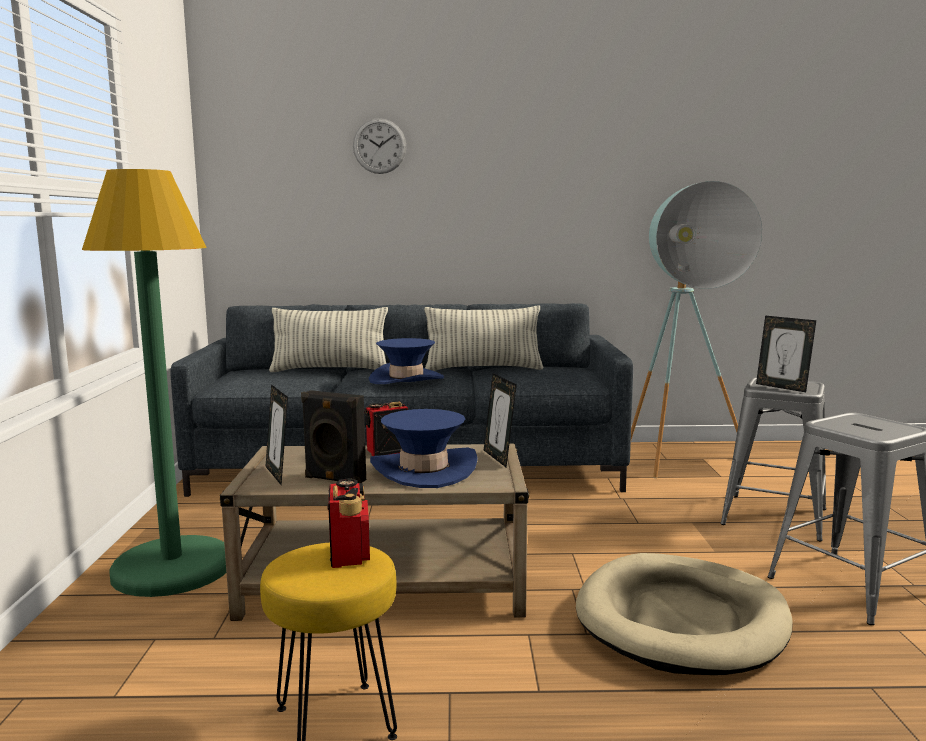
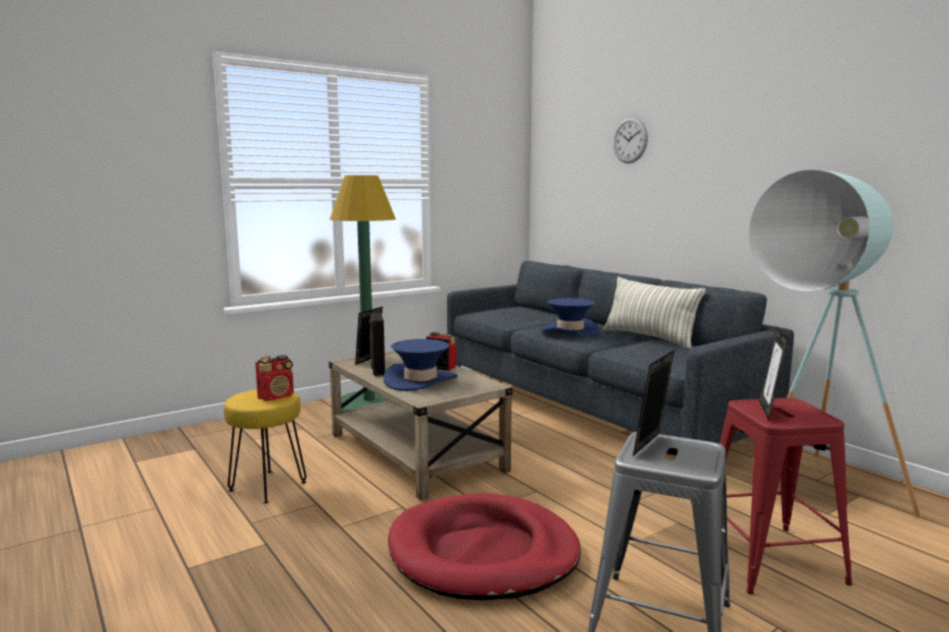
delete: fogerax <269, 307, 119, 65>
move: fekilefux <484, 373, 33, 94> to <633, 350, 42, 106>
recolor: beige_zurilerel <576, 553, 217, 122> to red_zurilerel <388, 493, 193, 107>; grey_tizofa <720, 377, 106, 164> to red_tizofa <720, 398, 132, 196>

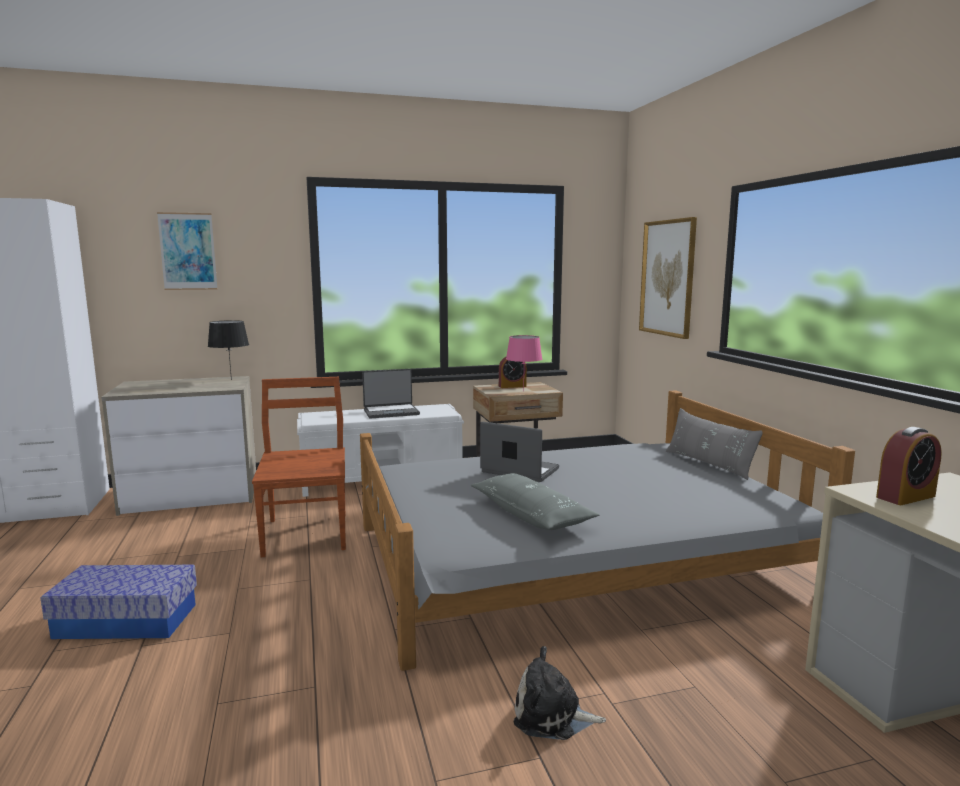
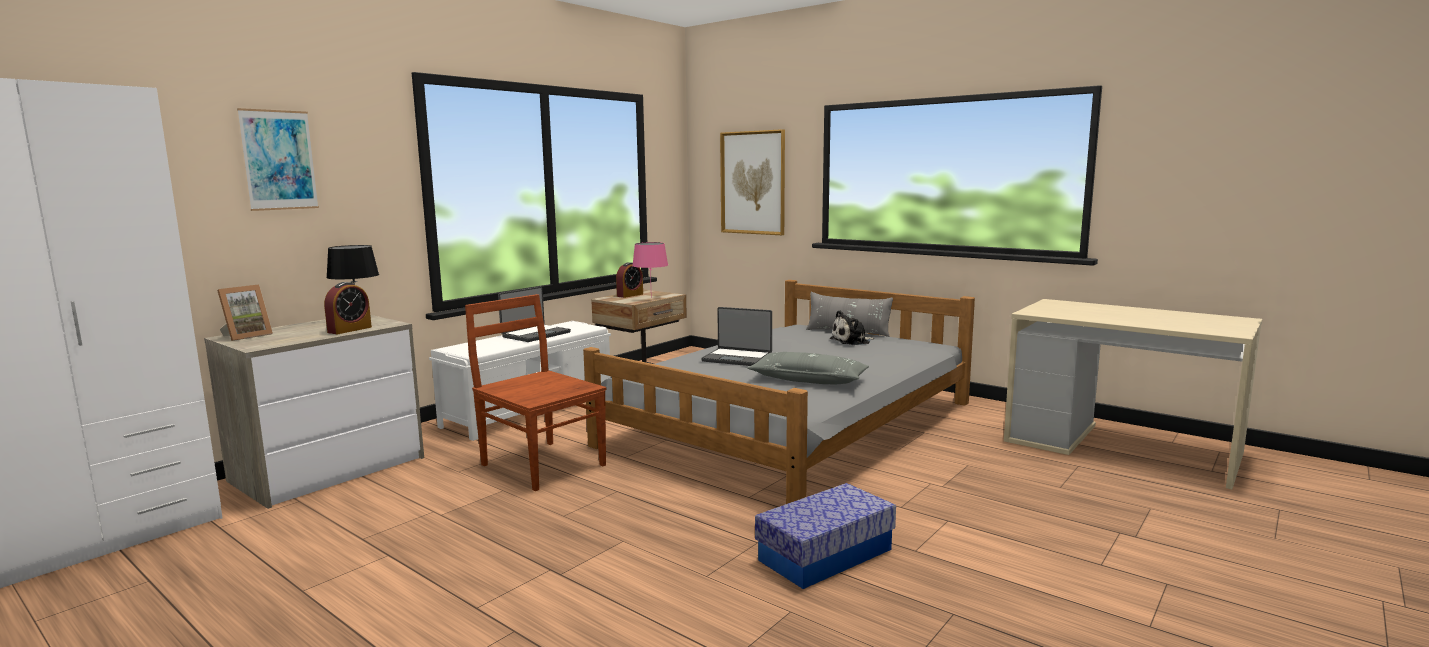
insert: fekilefux <217, 284, 56, 57>
move: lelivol <41, 565, 156, 74> to <755, 483, 141, 106>; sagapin <514, 646, 92, 94> to <830, 310, 44, 35>; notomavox <876, 427, 66, 78> to <324, 282, 48, 52>
rotate: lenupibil <480, 422, 79, 60> = <701, 307, 71, 59> 150 degrees counterclockwise

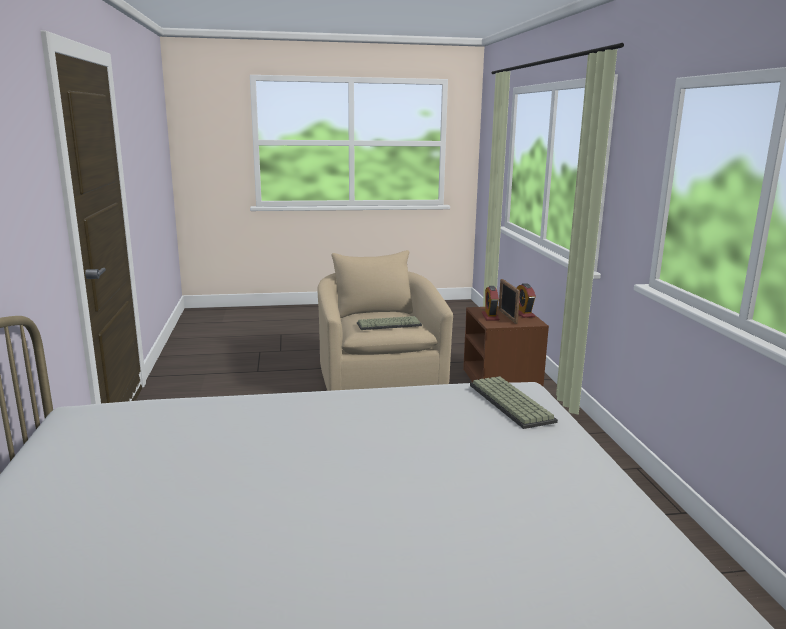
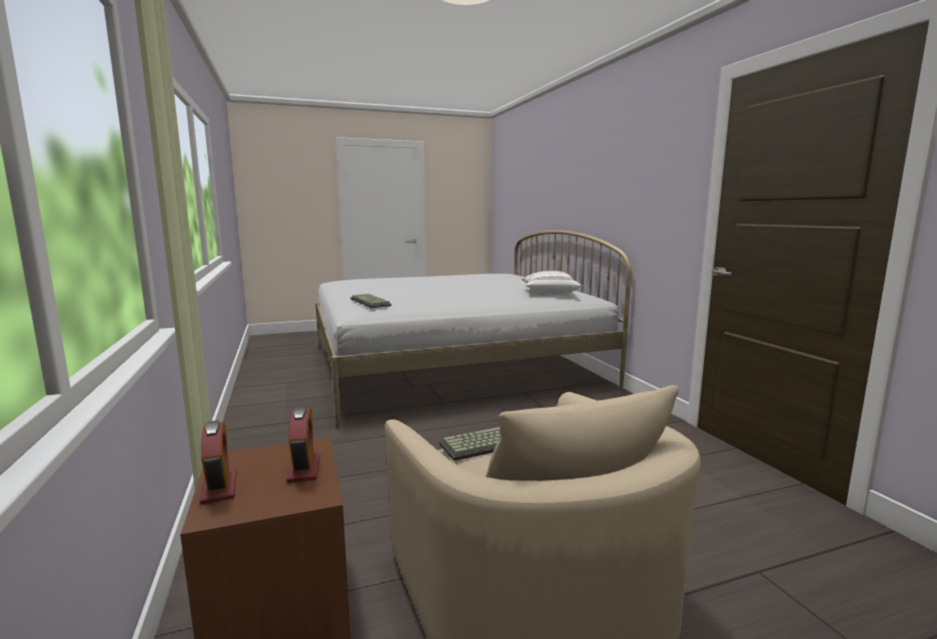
delete: fekilefux <498, 279, 22, 45>
insert: white_fogerax <521, 271, 60, 23>

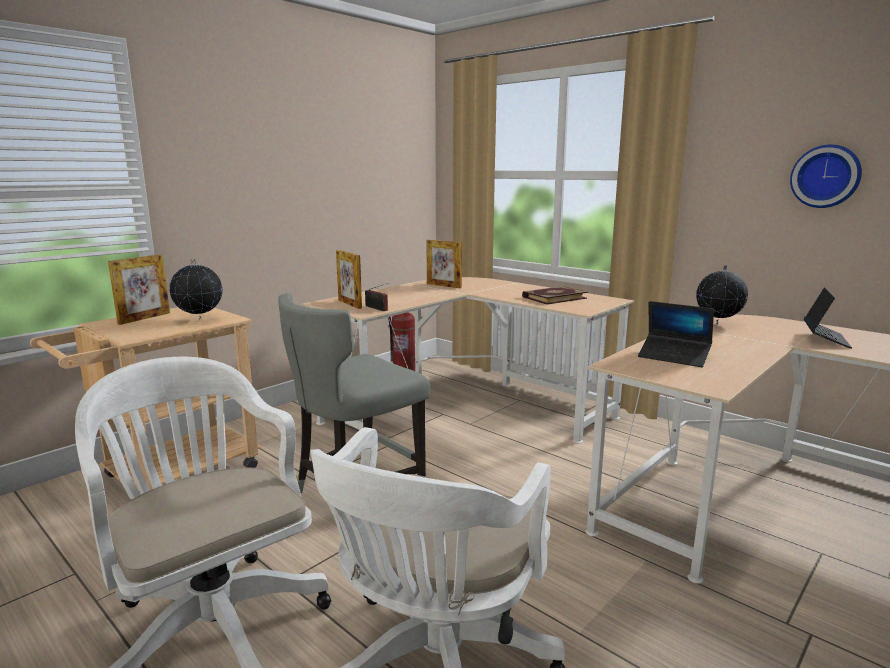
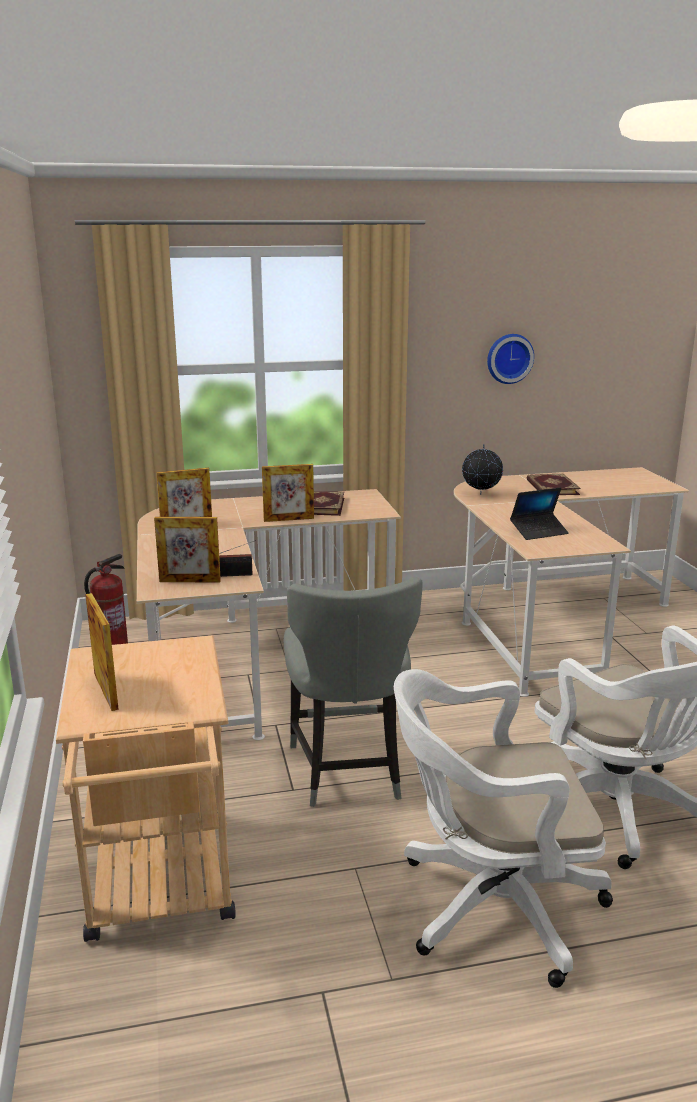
delete: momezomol <169, 259, 54, 61>
insert: fekilefux <262, 464, 52, 58>
replace: lenupibil <804, 287, 48, 62> to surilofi <527, 473, 54, 22>

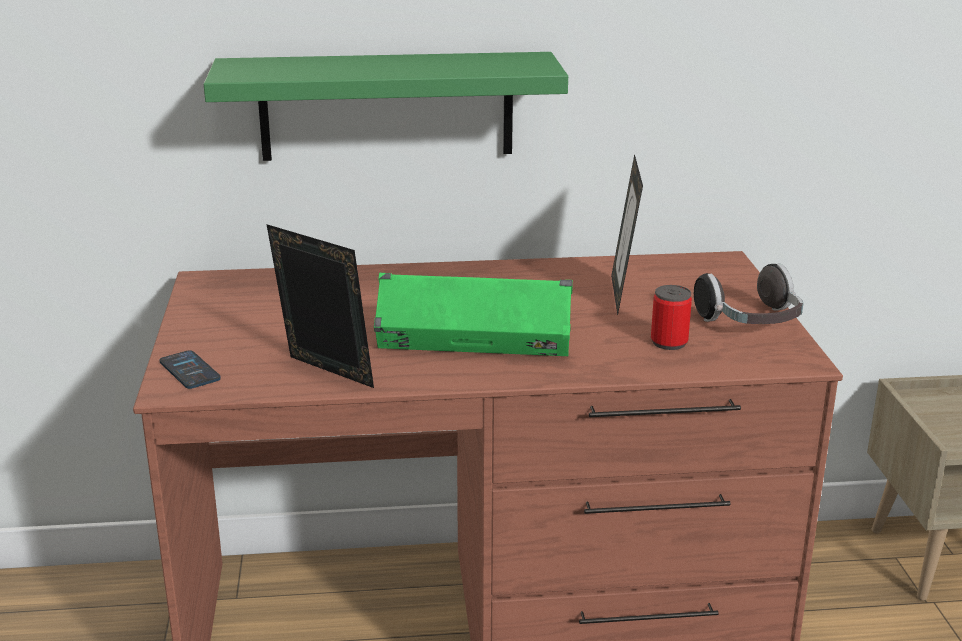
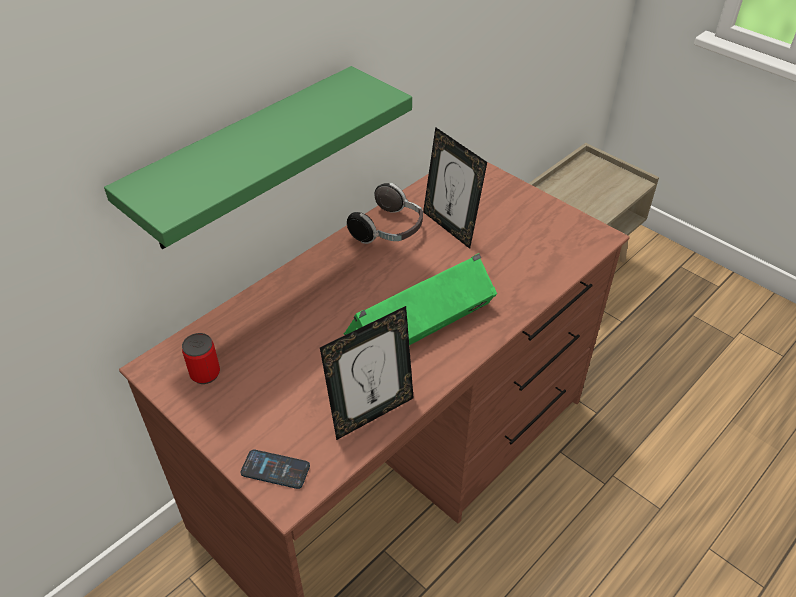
move: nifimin <651, 285, 41, 65> to <182, 333, 38, 51>; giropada <694, 263, 109, 61> to <347, 183, 76, 61>
rotate: fekilefux <266, 224, 108, 164> = <320, 306, 94, 134> 150 degrees clockwise

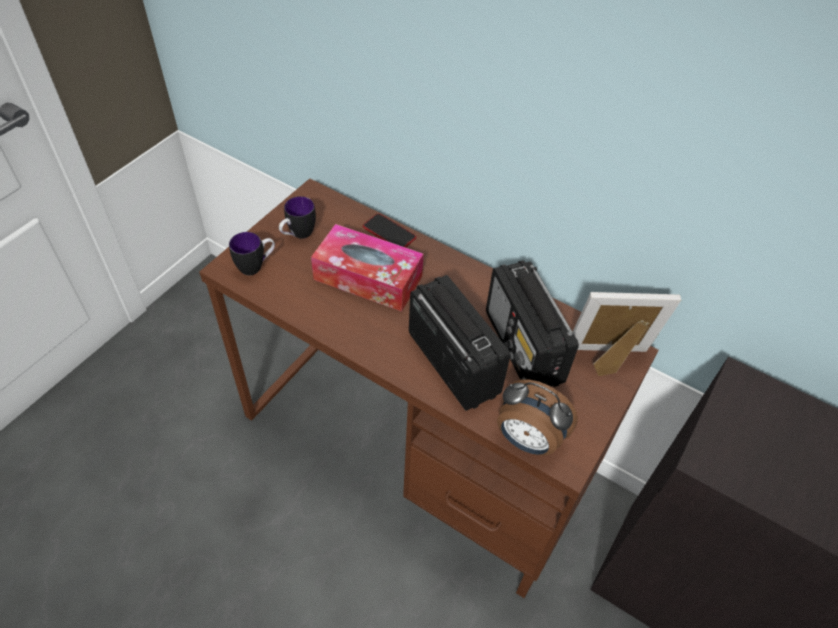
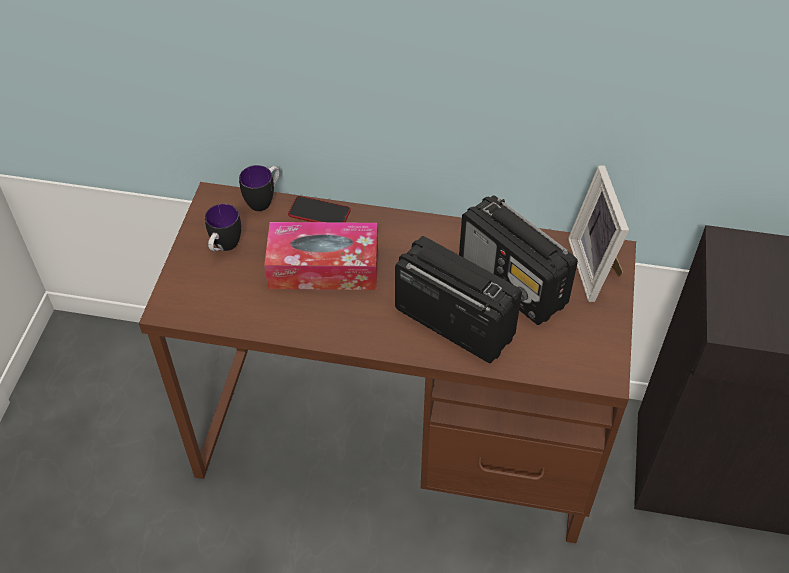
delete: notomavox <497, 380, 81, 76>
move: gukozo <229, 232, 46, 43> to <239, 165, 41, 46>
rotate: fekilefux <573, 292, 108, 84> = <568, 165, 61, 137> 75 degrees counterclockwise

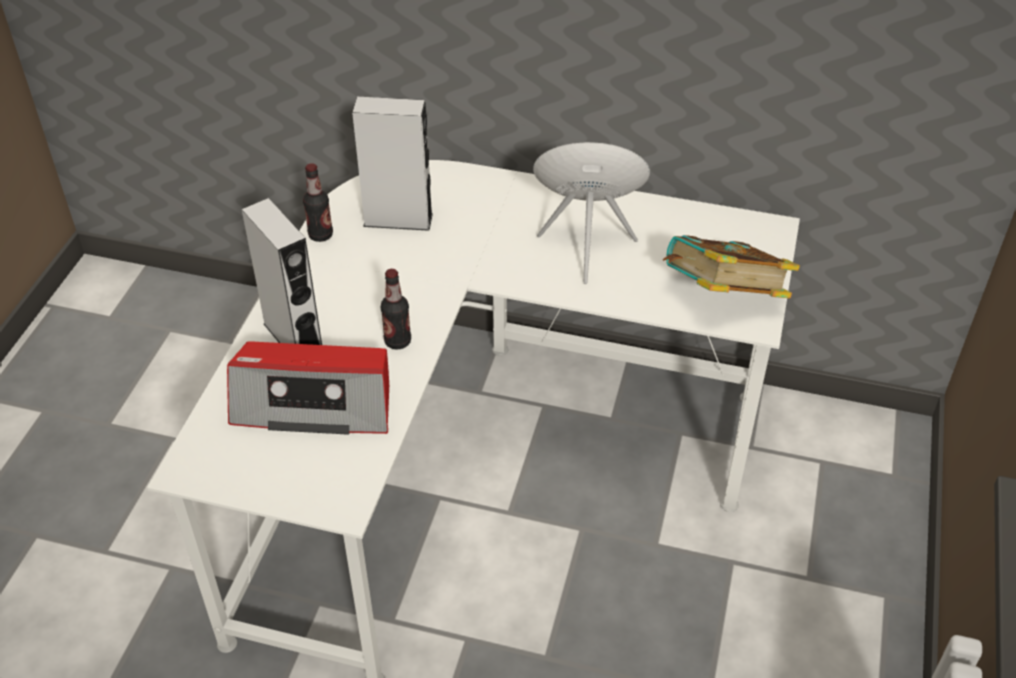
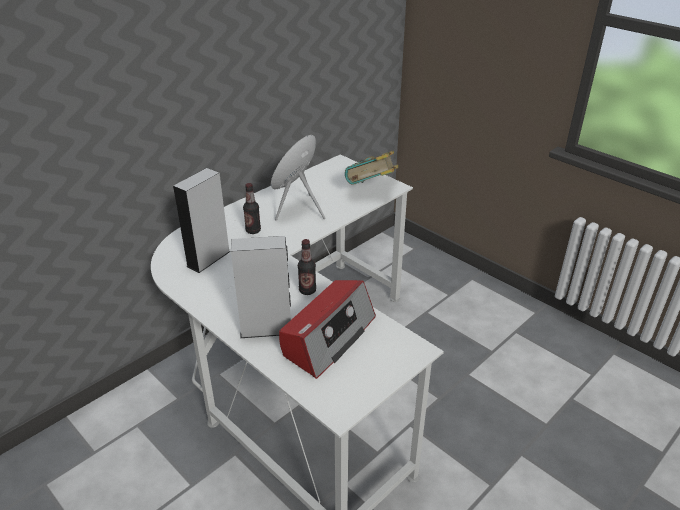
move: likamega <303, 163, 30, 79> to <243, 183, 18, 51>

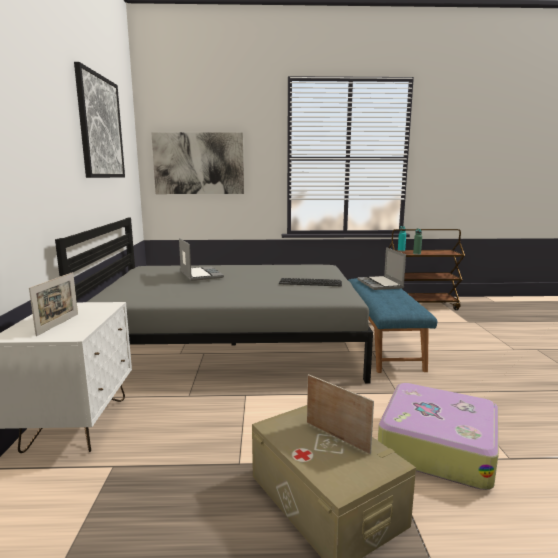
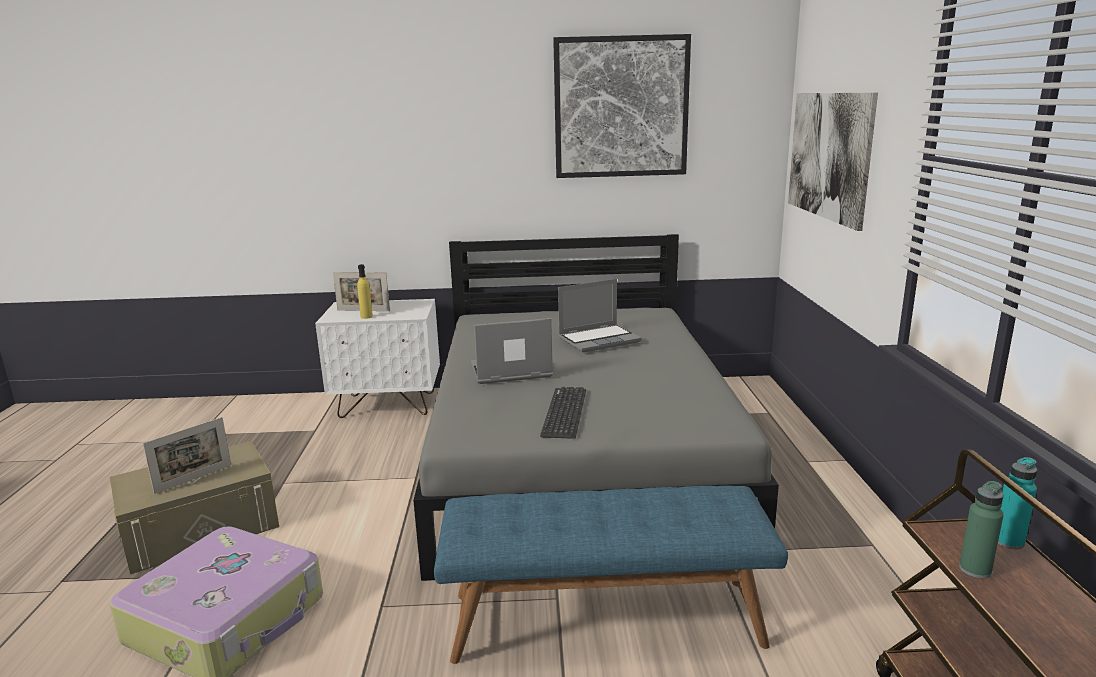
insert: yellow_likamega <357, 264, 16, 55>
move: lenupibil <357, 247, 49, 43> to <471, 318, 82, 66>

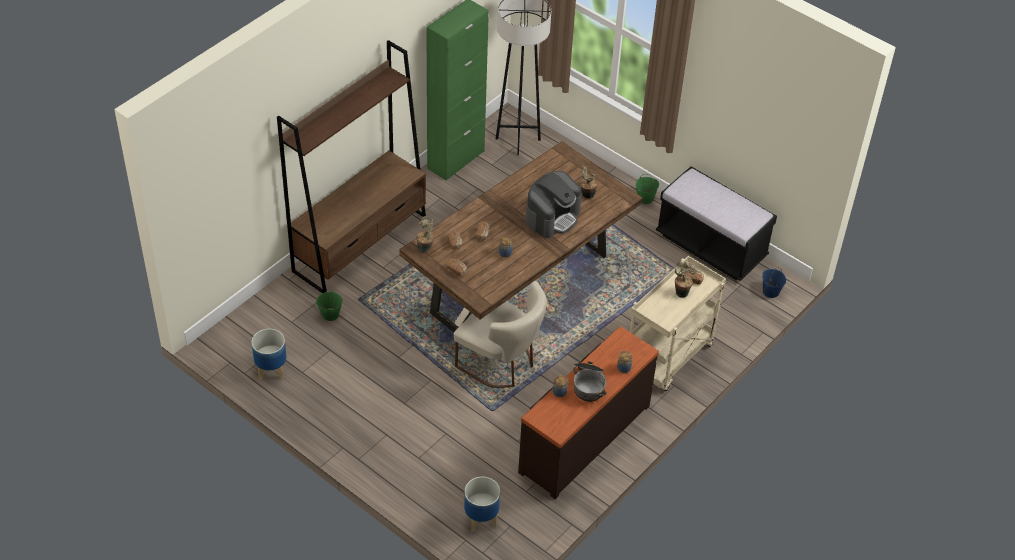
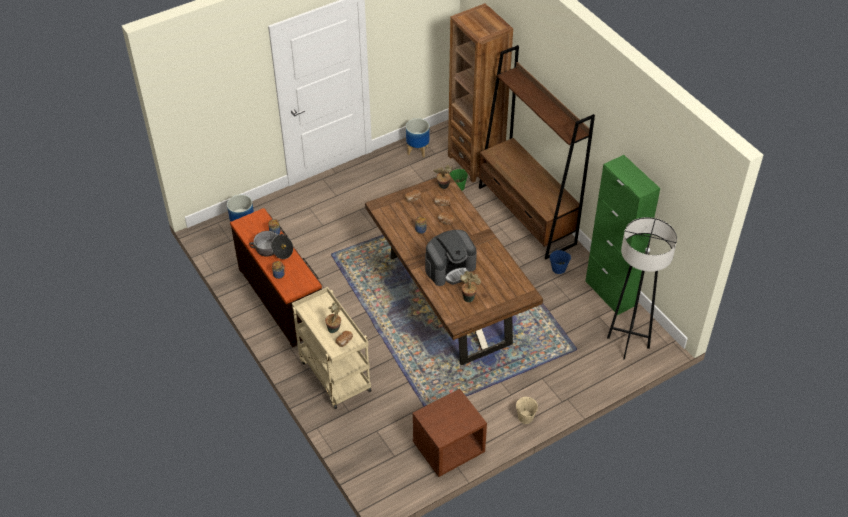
delete: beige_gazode <454, 281, 93, 107>
insert: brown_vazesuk <448, 3, 65, 179>
move: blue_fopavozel <762, 267, 24, 31> to <550, 248, 21, 26>
replace: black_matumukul <656, 166, 121, 115> to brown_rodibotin <412, 389, 75, 88>
recolor: green_fopavozel <636, 174, 23, 30> to beige_fopavozel <516, 397, 22, 27>
rotate: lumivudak <525, 171, 57, 67> = <425, 230, 52, 56> 90 degrees counterclockwise

